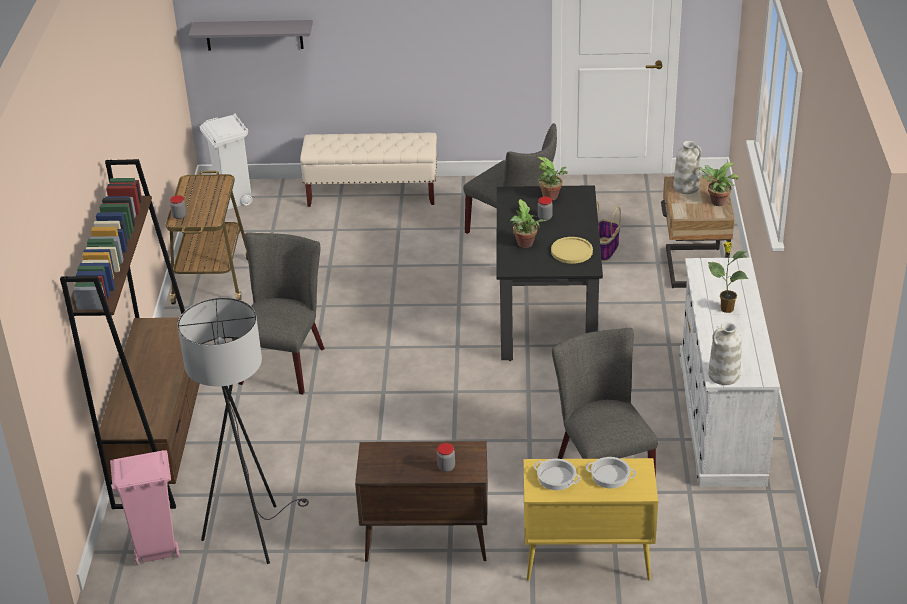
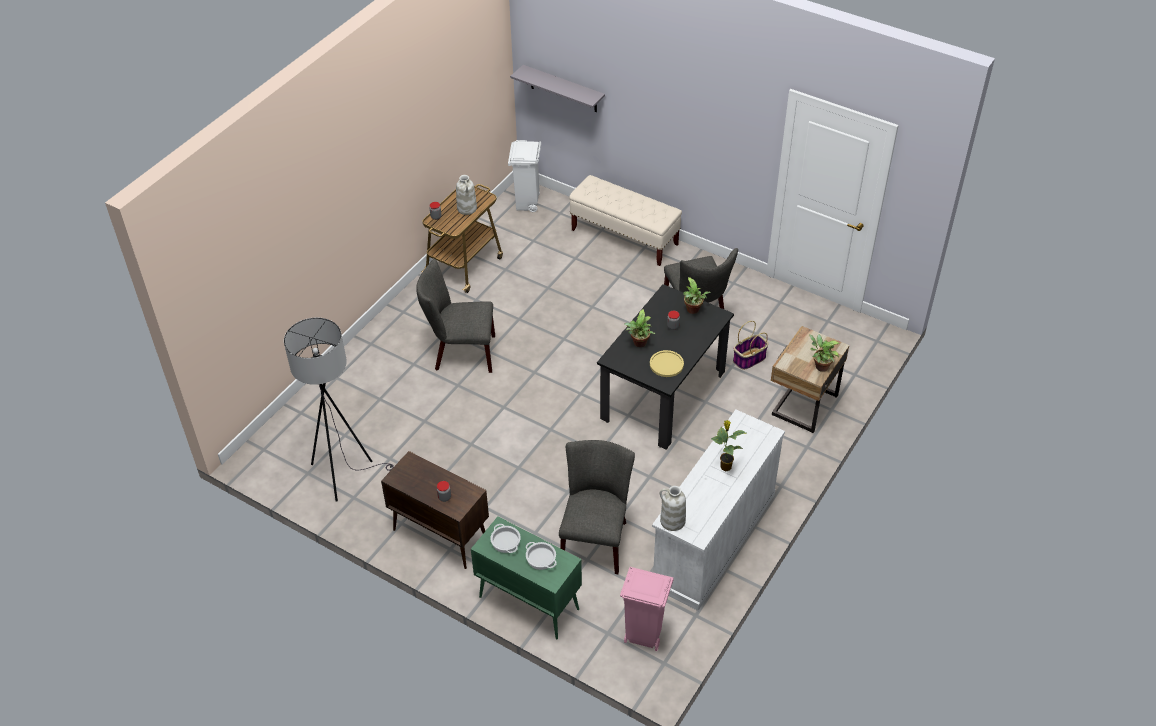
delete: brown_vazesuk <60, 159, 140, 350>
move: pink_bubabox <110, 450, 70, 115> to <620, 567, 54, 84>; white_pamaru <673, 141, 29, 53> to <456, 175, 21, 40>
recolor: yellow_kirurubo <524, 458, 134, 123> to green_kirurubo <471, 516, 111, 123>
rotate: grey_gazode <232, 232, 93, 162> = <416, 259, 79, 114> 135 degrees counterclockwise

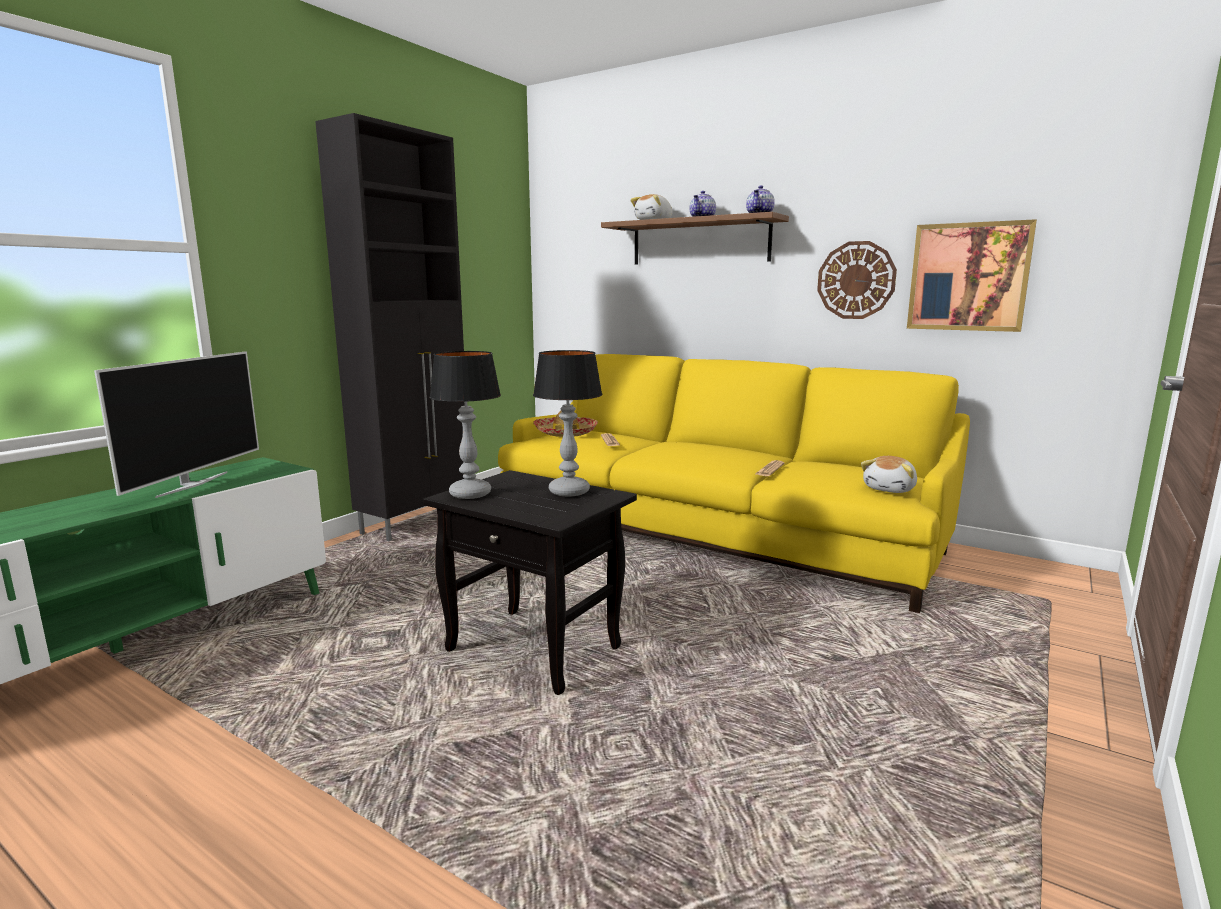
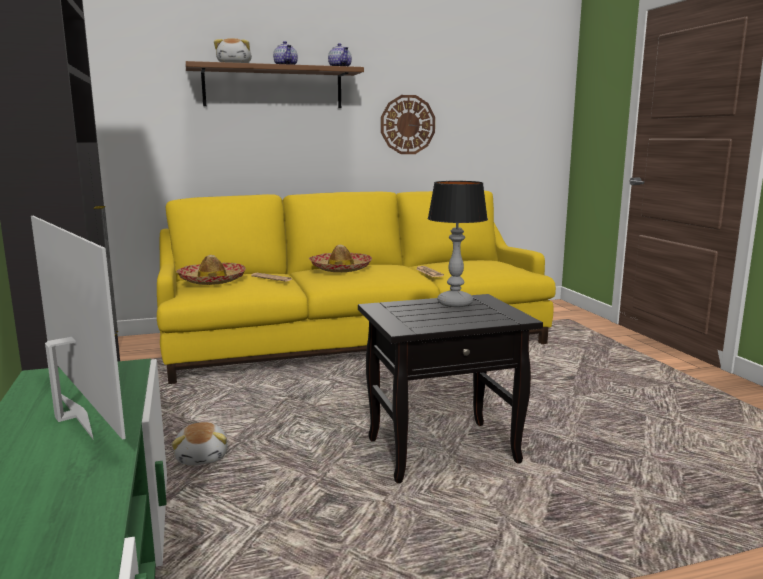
delete: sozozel <429, 351, 72, 148>; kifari <907, 219, 130, 113>
insert: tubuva <309, 245, 63, 27>
move: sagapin <861, 456, 56, 37> to <171, 422, 56, 43>

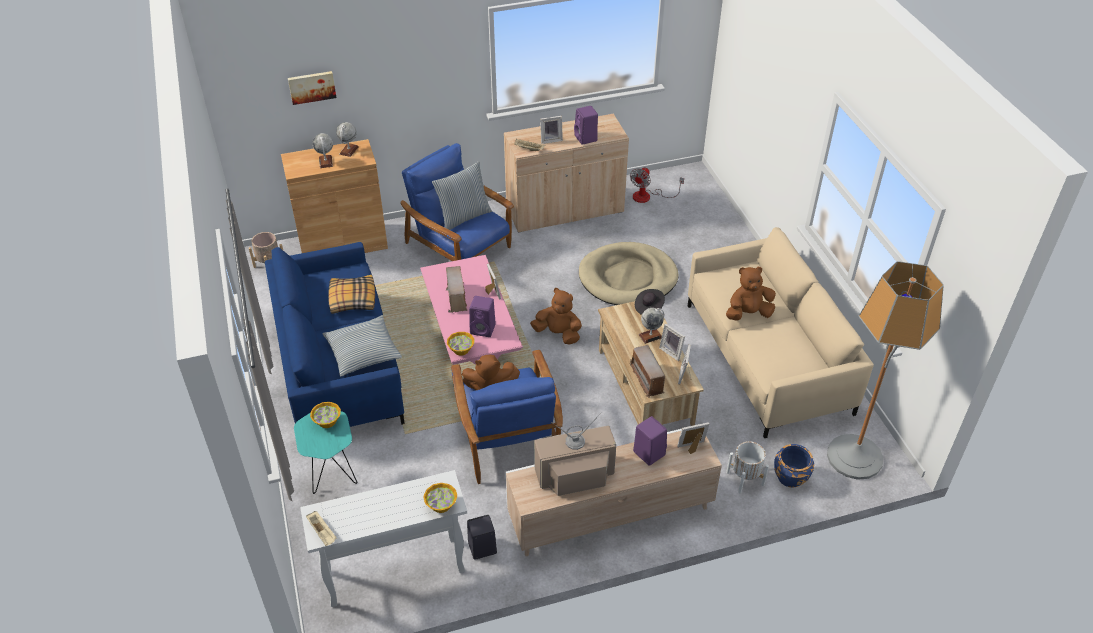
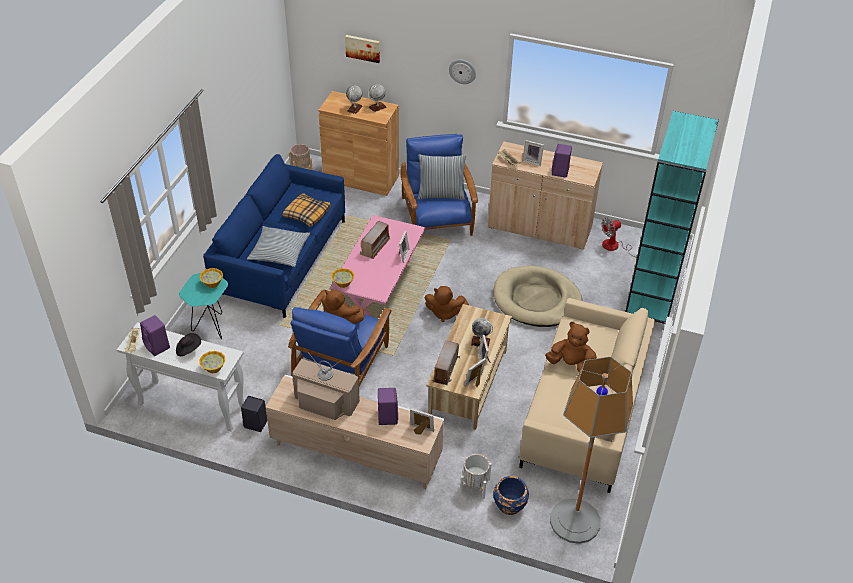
insert: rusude <449, 60, 27, 24>; turquoise_vazesuk <625, 111, 94, 213>
move: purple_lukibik <469, 296, 27, 41> to <140, 315, 30, 41>; black_tubuva <635, 289, 30, 26> to <176, 333, 25, 23>
rotate: brown_sagapin <530, 288, 52, 57> = <425, 286, 44, 36> 135 degrees clockwise

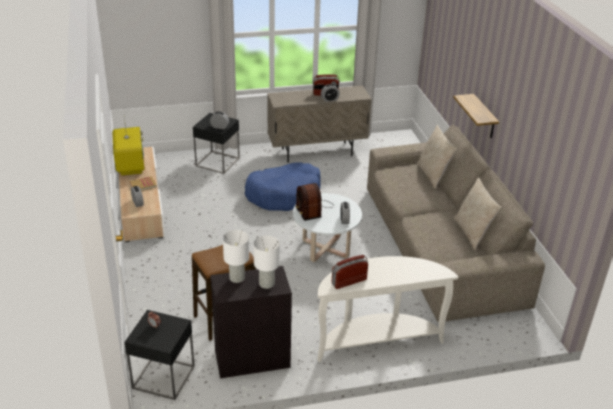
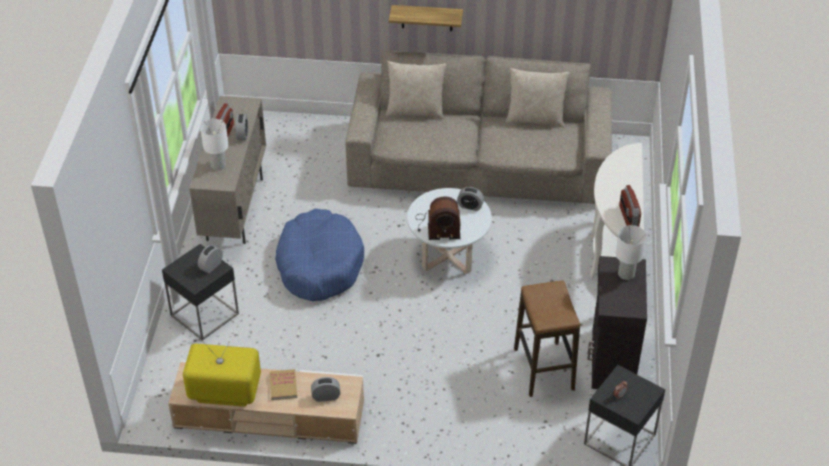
move: white_sozozel <223, 230, 26, 53> to <200, 119, 29, 51>

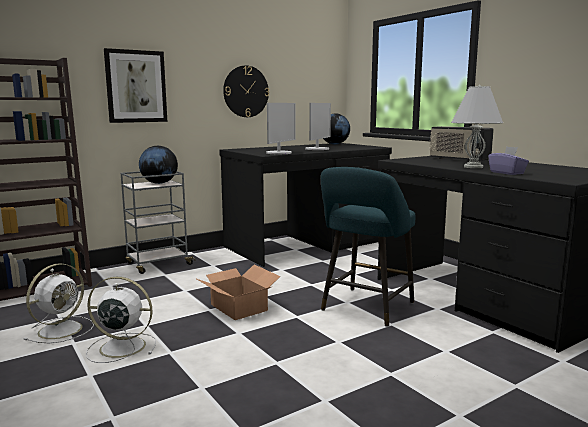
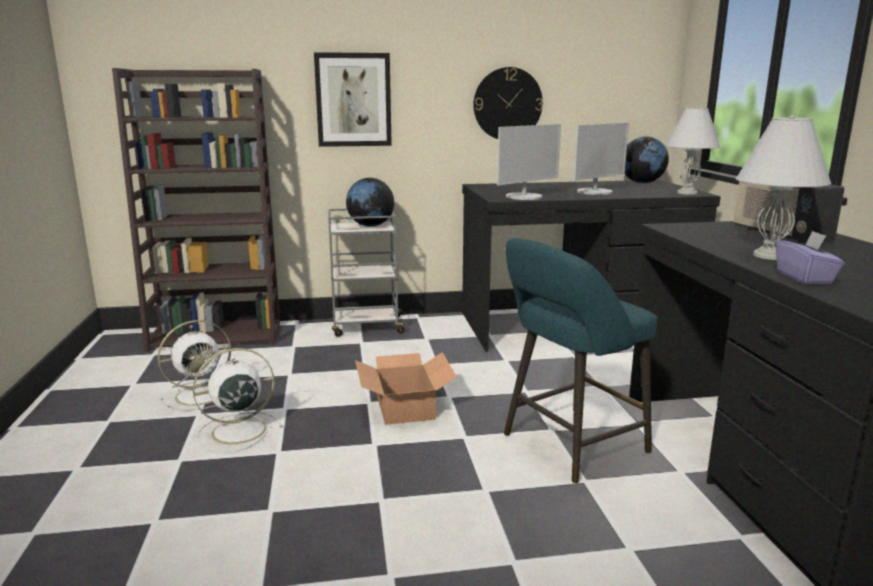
insert: white_sozozel <665, 106, 56, 89>
rotate: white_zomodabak <86, 277, 70, 86> = <193, 348, 90, 105> 60 degrees counterclockwise

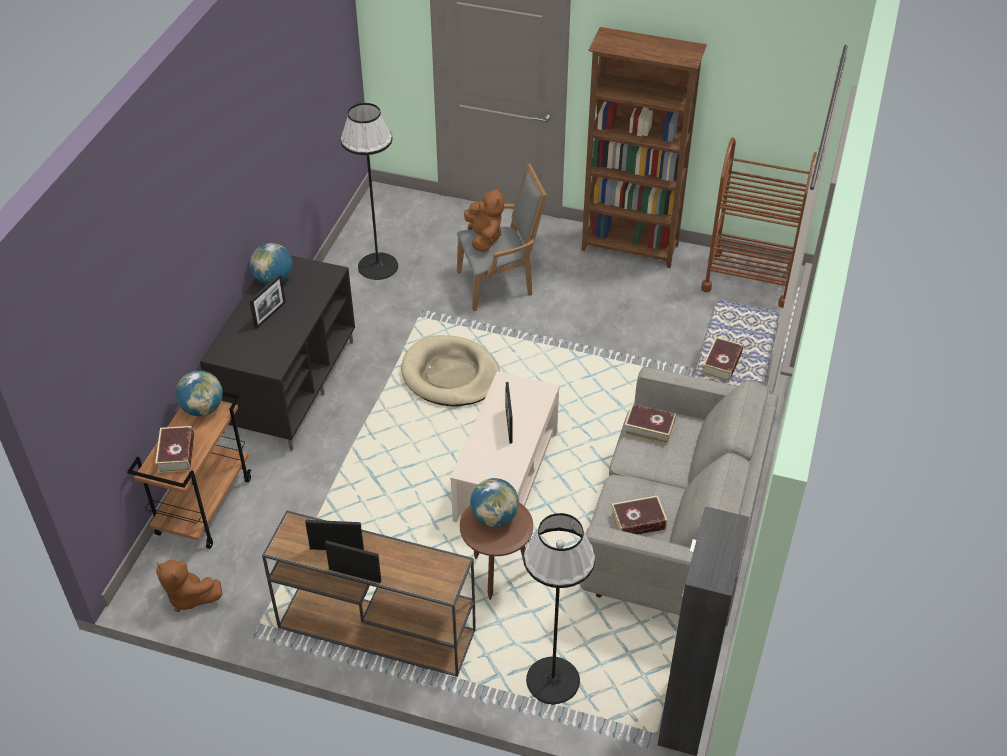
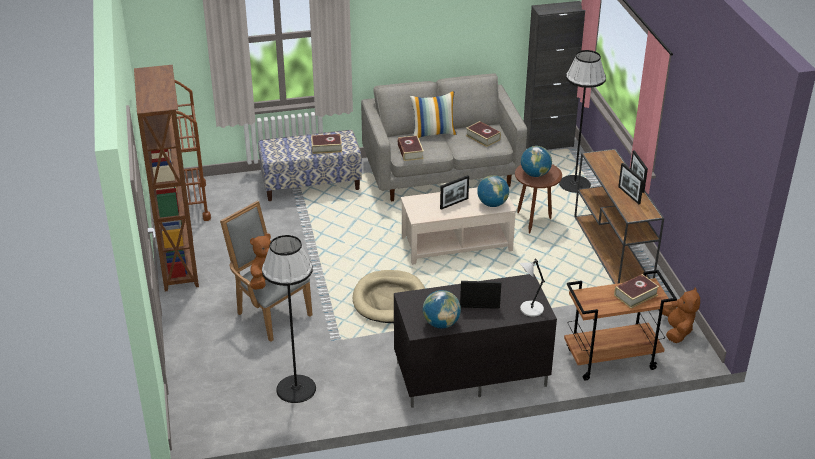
insert: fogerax <410, 91, 47, 47>; grey_sozozel <520, 258, 25, 59>
move: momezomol <176, 370, 47, 46> to <477, 175, 32, 32>

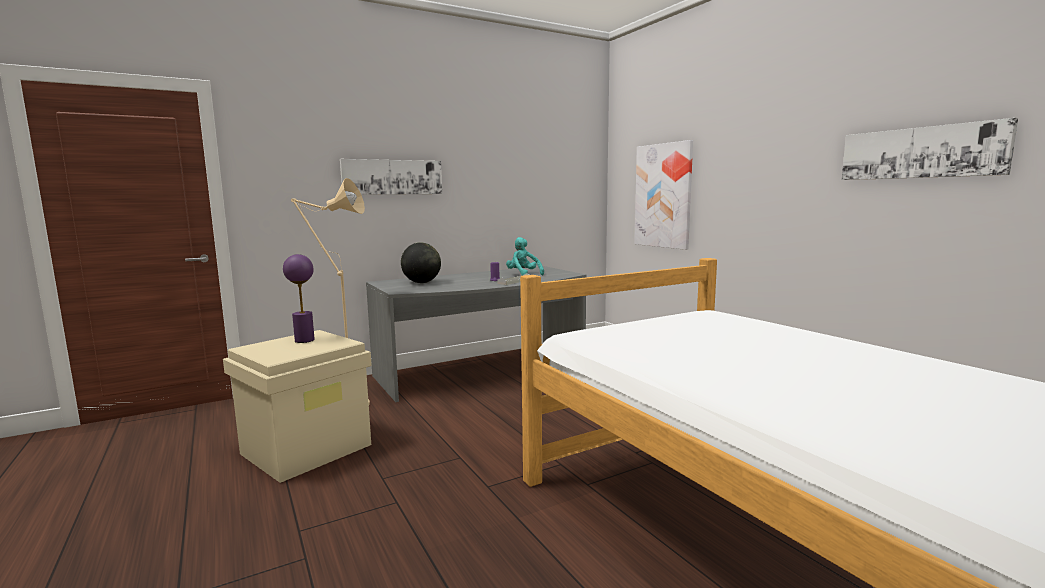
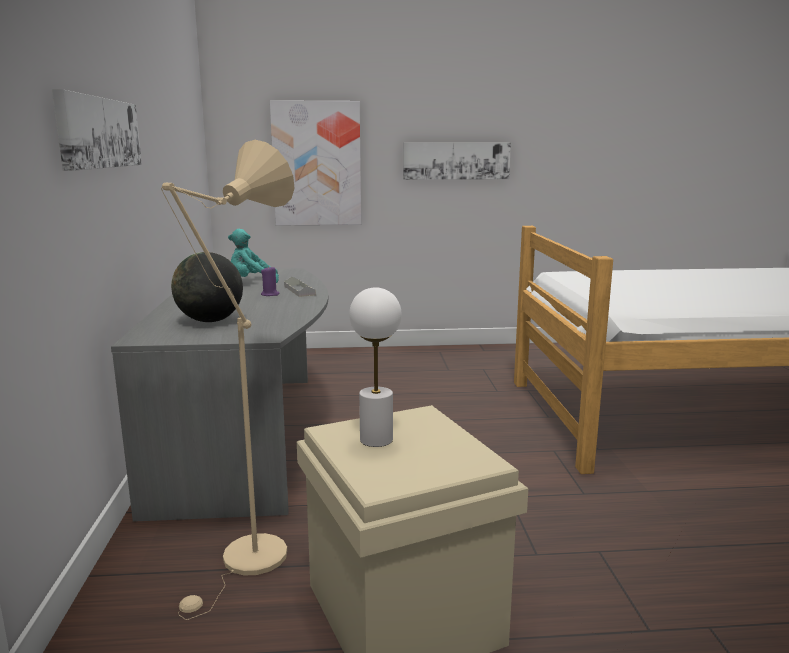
move: kifari <842, 118, 176, 62> to <403, 142, 108, 38>
recolor: purple_sozozel <283, 254, 32, 89> to white_sozozel <349, 287, 53, 160>

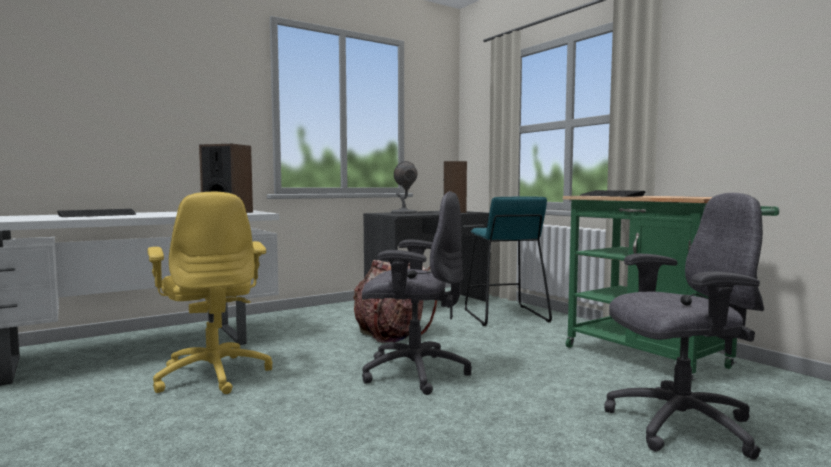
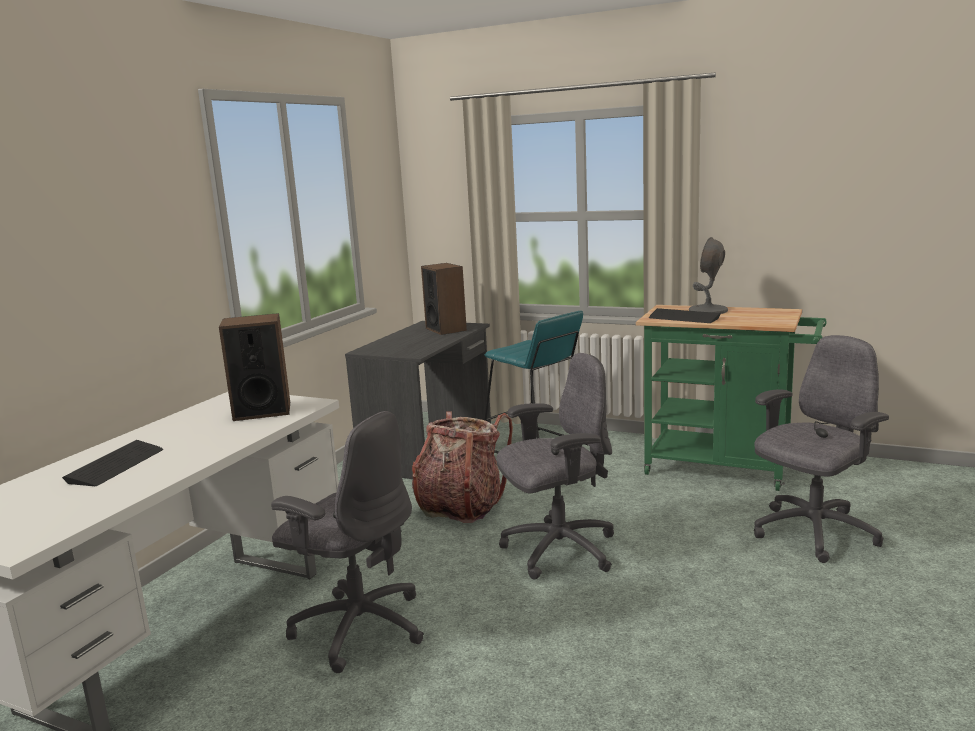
move: grey_sozozel <391, 161, 26, 53> to <689, 237, 39, 77>
recolor: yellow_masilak <147, 192, 125, 202> to grey_masilak <271, 411, 153, 262>

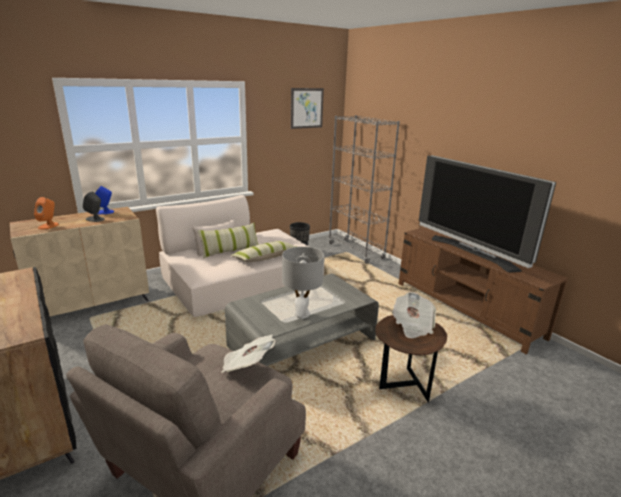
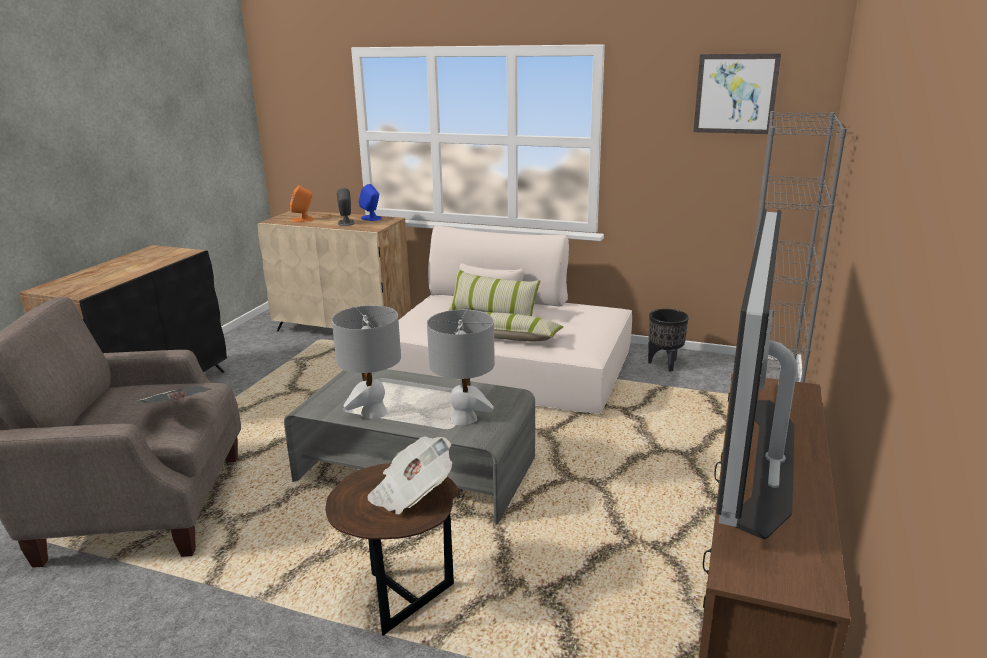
insert: grey_sozozel <427, 309, 68, 116>

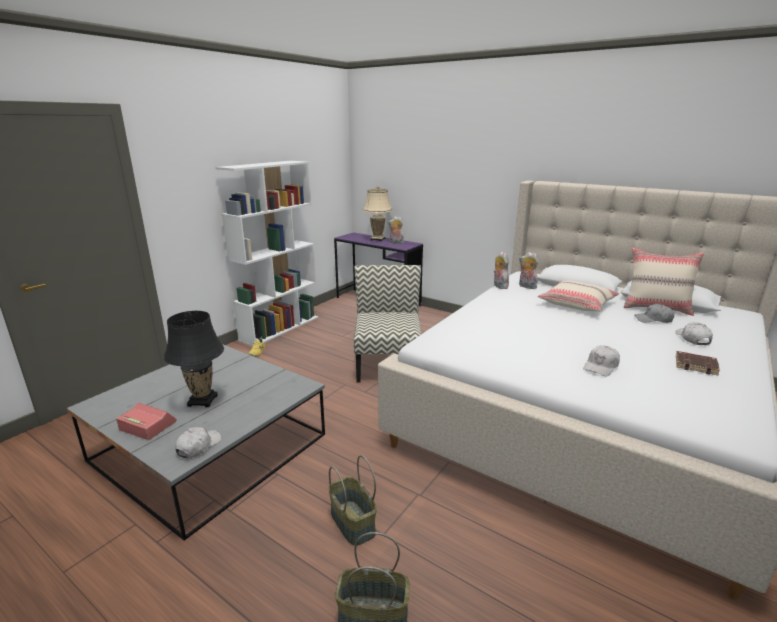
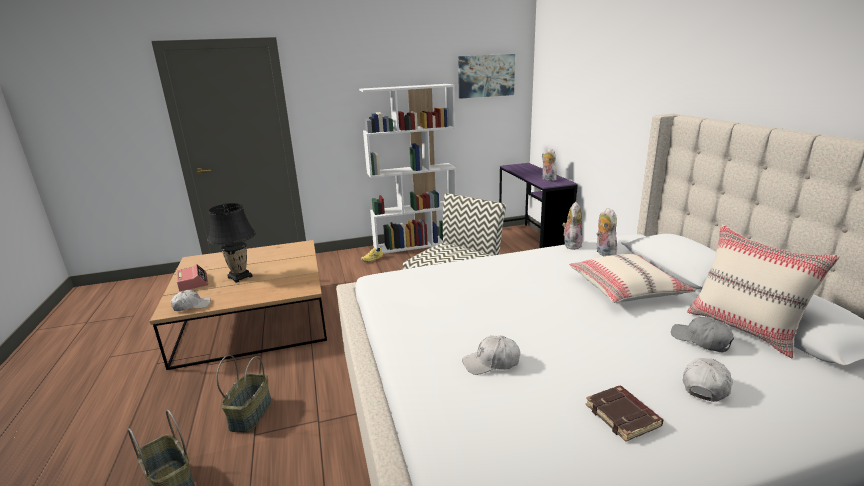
delete: beige_sozozel <363, 186, 29, 55>
insert: kifari <458, 54, 57, 45>
recolor: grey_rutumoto <67, 345, 258, 195> to brown_rutumoto <150, 240, 177, 130>

